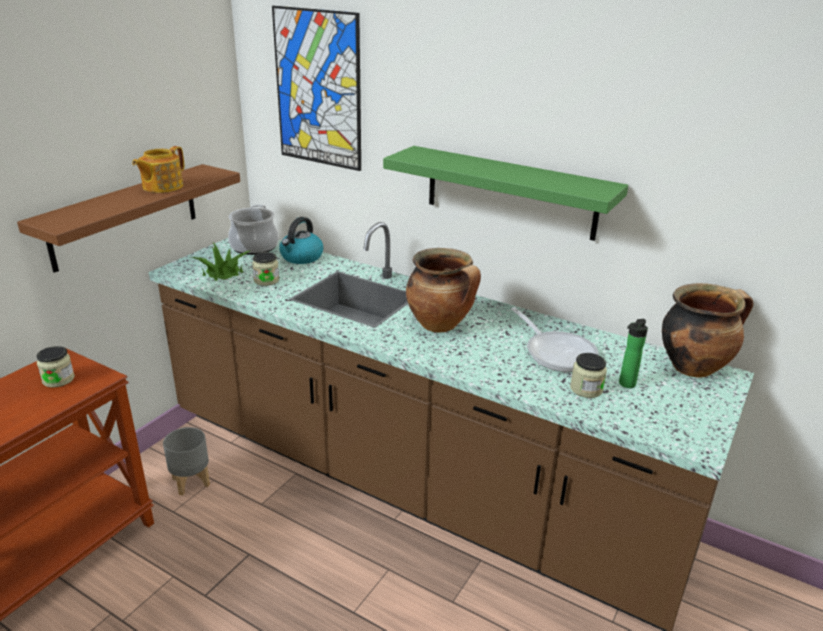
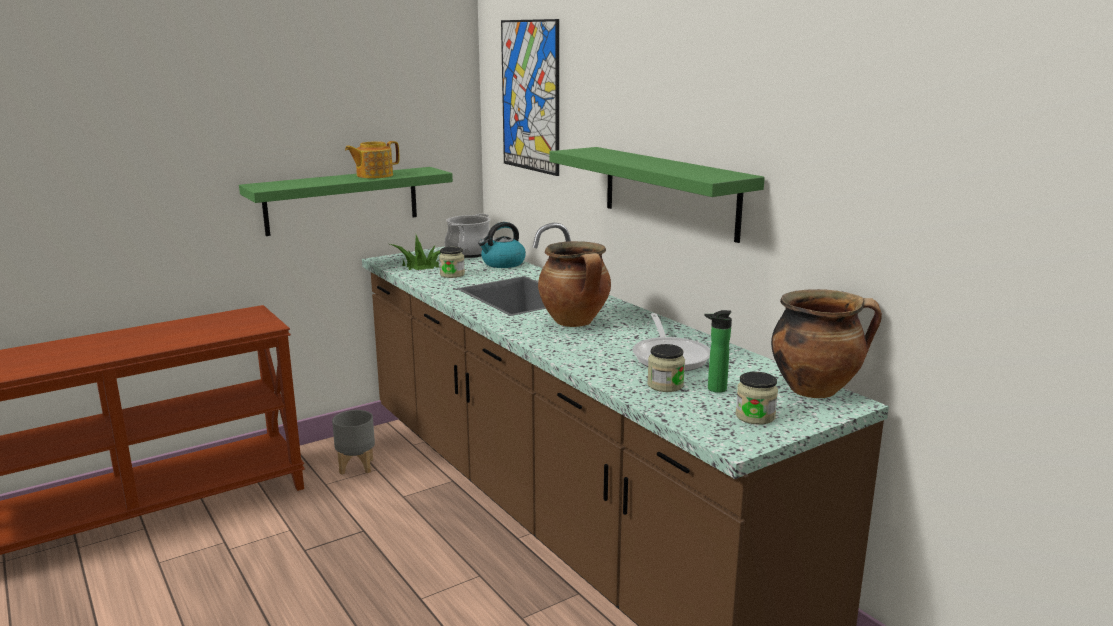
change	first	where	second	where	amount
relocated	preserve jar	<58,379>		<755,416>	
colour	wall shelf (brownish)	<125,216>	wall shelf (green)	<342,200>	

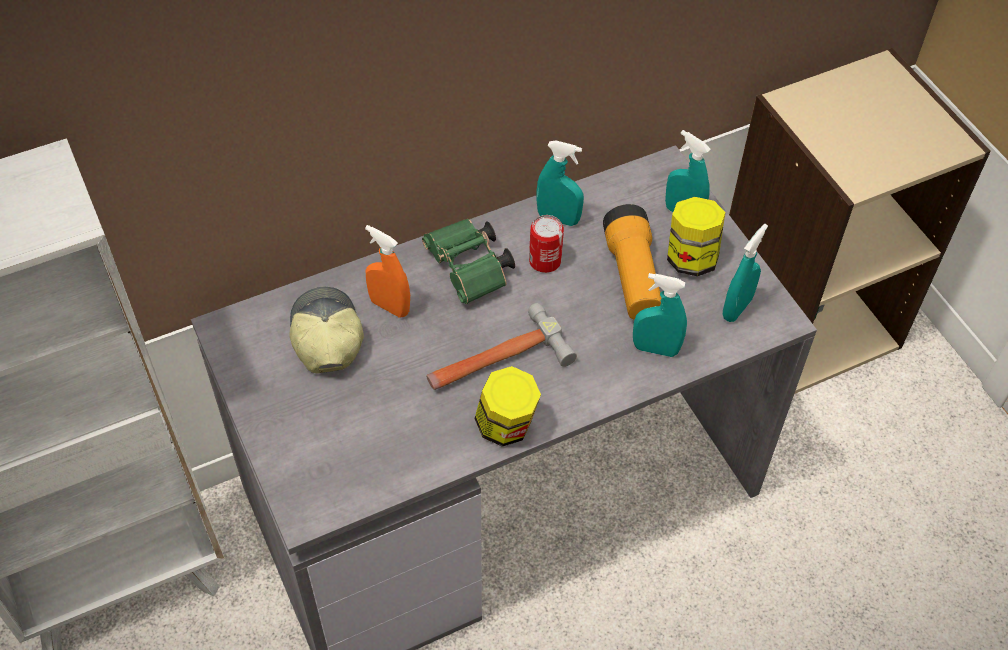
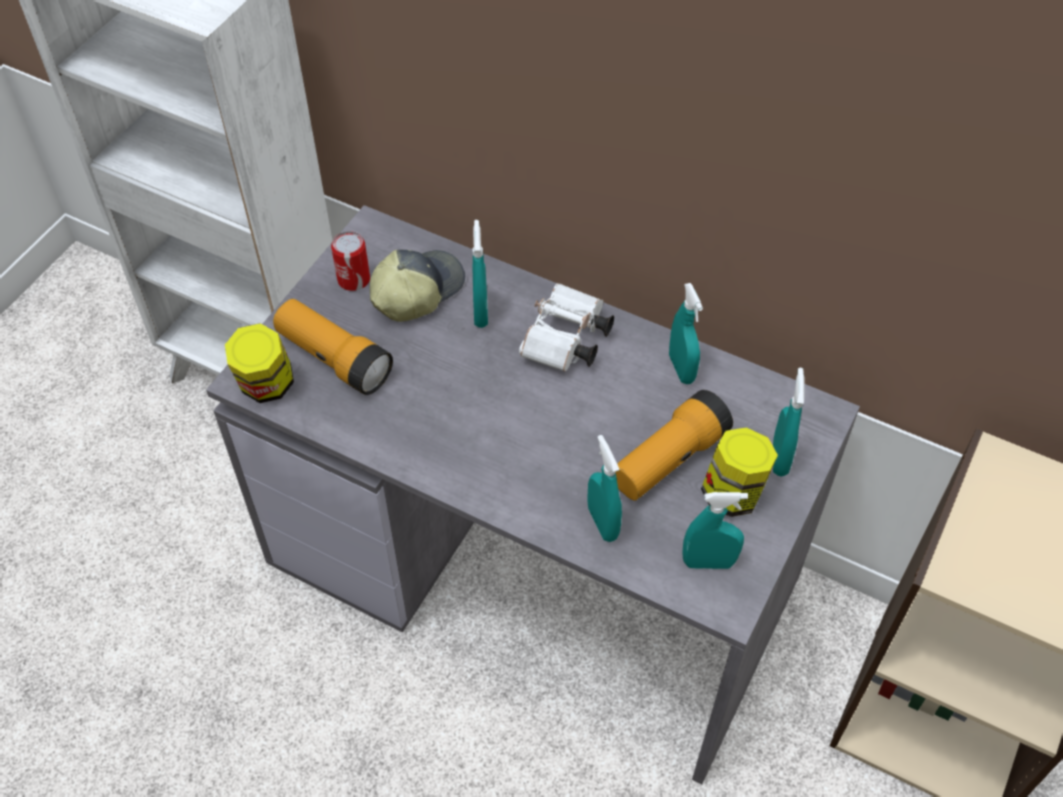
change	first	where	second	where	amount
missing	hammer	<495,362>			
appeared			flashlight	<334,359>	
relocated	preserve jar	<506,427>		<266,386>	
relocated	can	<545,261>		<354,279>	
colour	hand sprayer (orange)	<389,306>	hand sprayer (turquoise-coloured)	<480,312>	
colour	field glasses (green)	<470,271>	field glasses (white)	<565,342>	

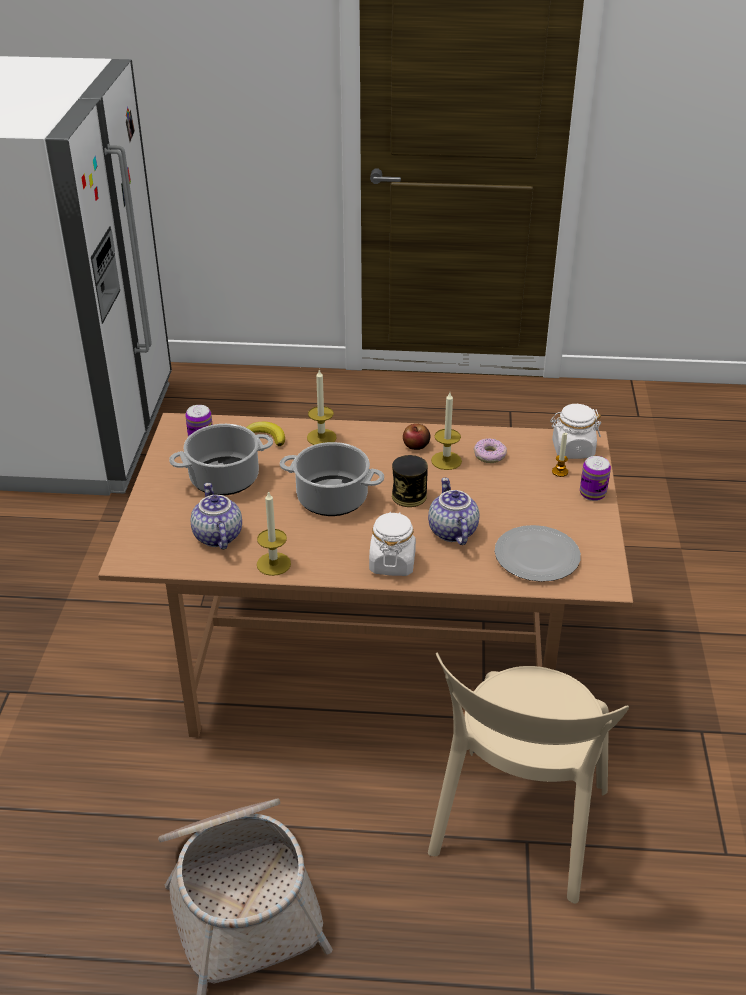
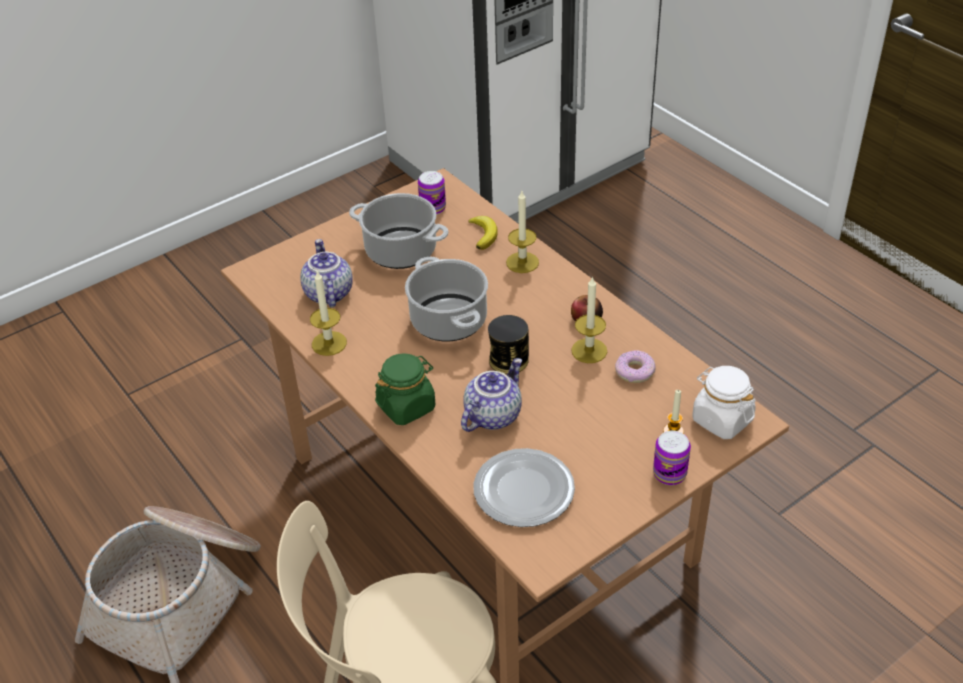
change	first	where	second	where	amount
colour	preserve jar (white)	<392,563>	preserve jar (green)	<406,406>	
spun	tea pot	<216,536>		<327,293>	45 degrees counterclockwise

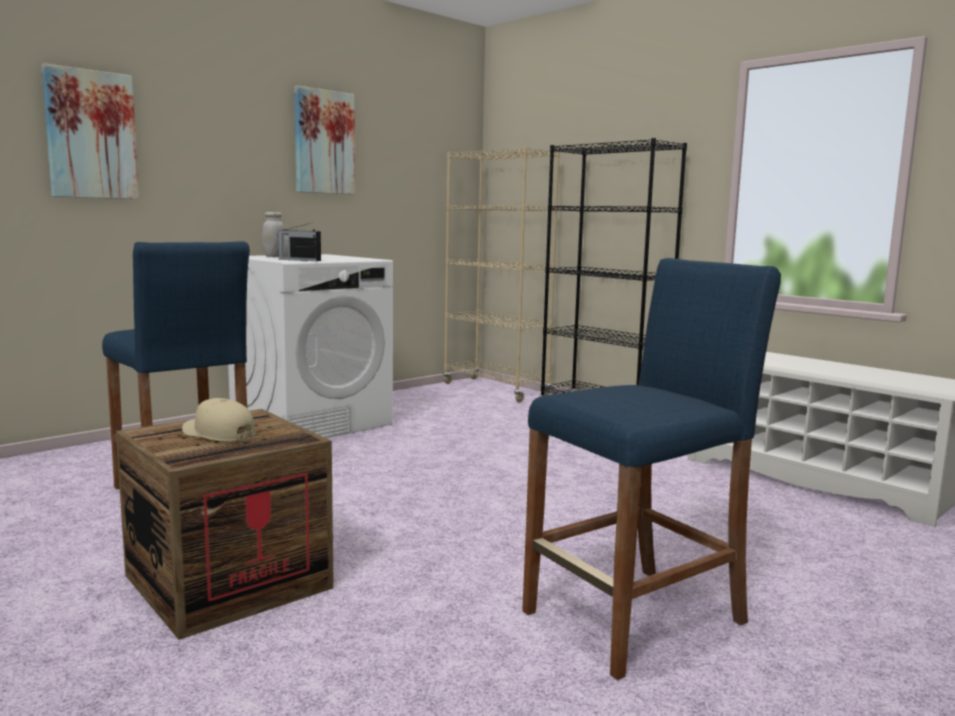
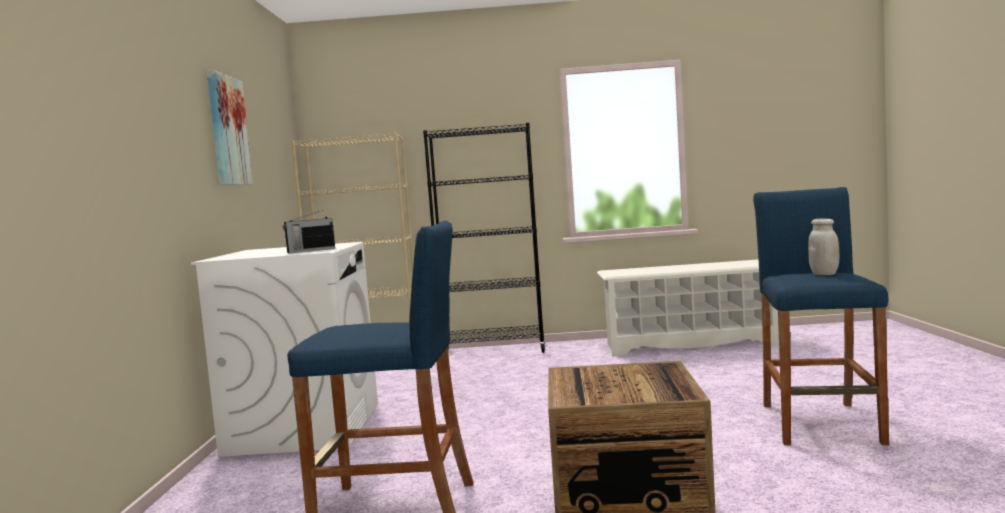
change	first	where	second	where	amount
missing	wall picture	<91,135>			
missing	cap (beige)	<218,433>			
relocated	preserve jar (white)	<274,256>		<824,274>	

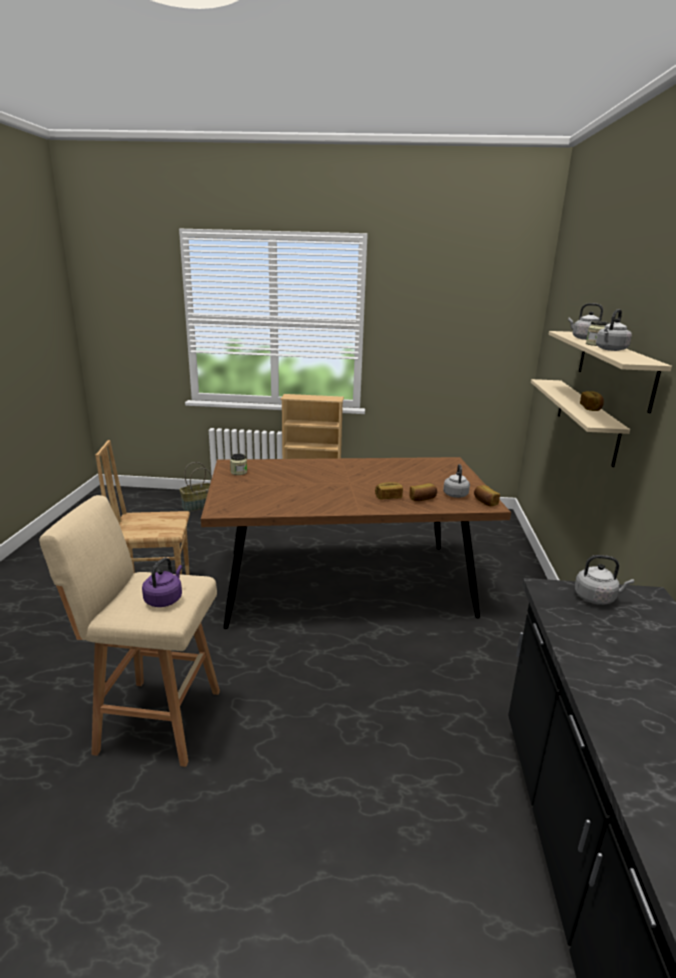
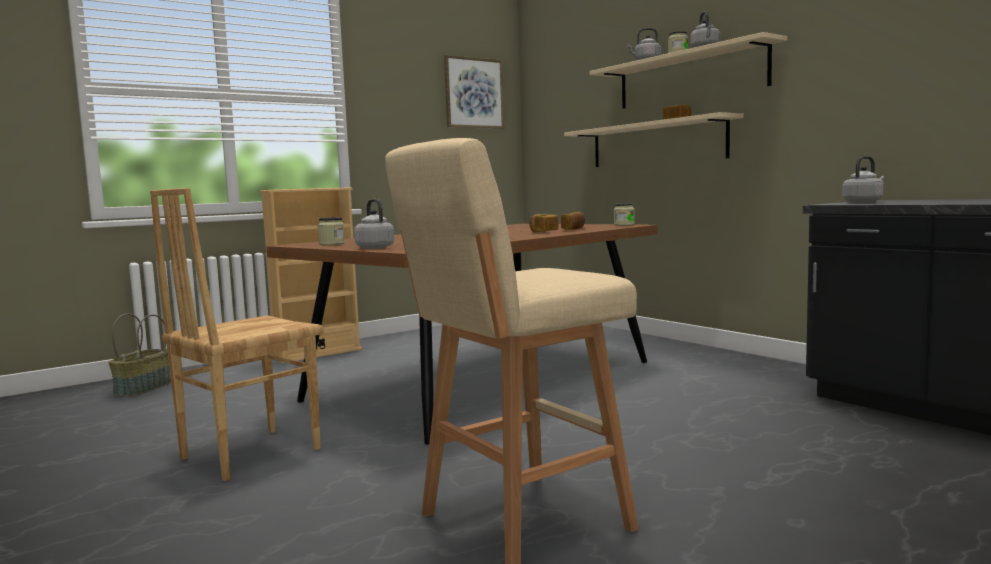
change	first	where	second	where	amount
missing	water kettle (purplish)	<165,599>			
appeared			wall picture	<474,93>	
relocated	water kettle (grey)	<455,494>		<374,248>	
exchanged	bakery bread	<485,502>	preserve jar	<624,225>	

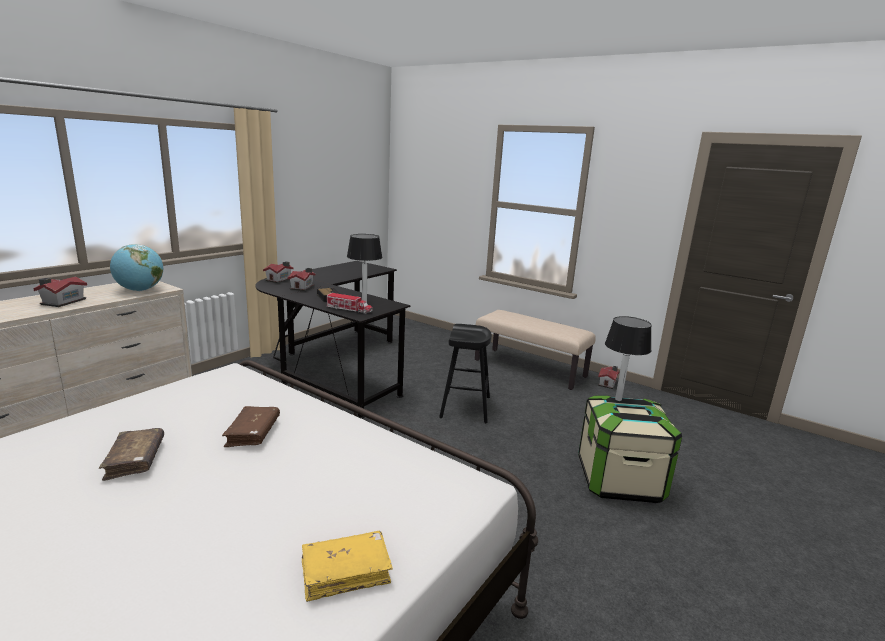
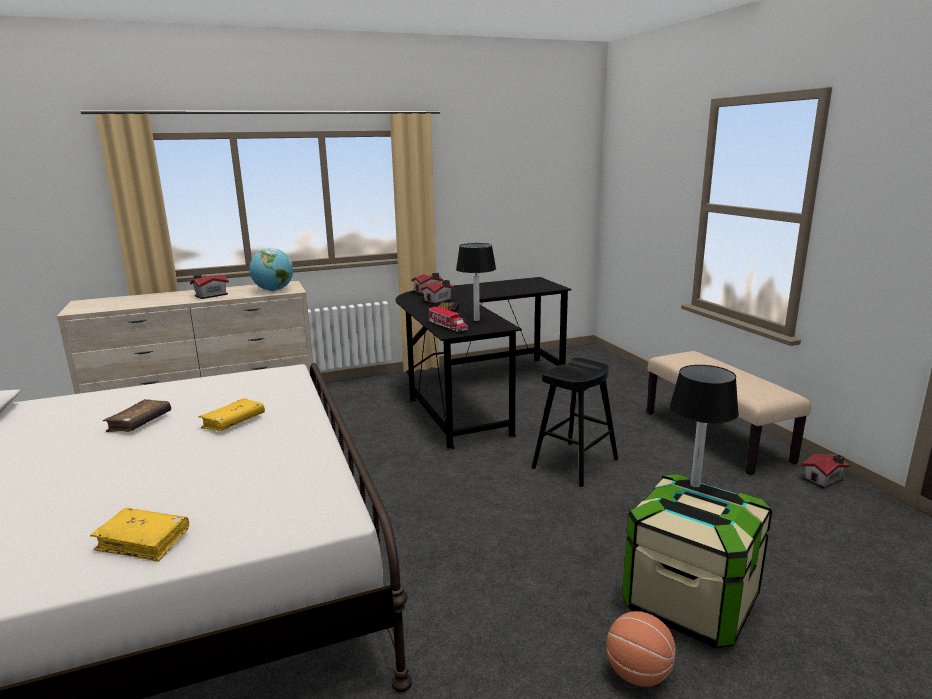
change	first	where	second	where	amount
appeared			basketball	<638,674>	
colour	book (brownish)	<253,433>	book (yellow)	<233,422>	

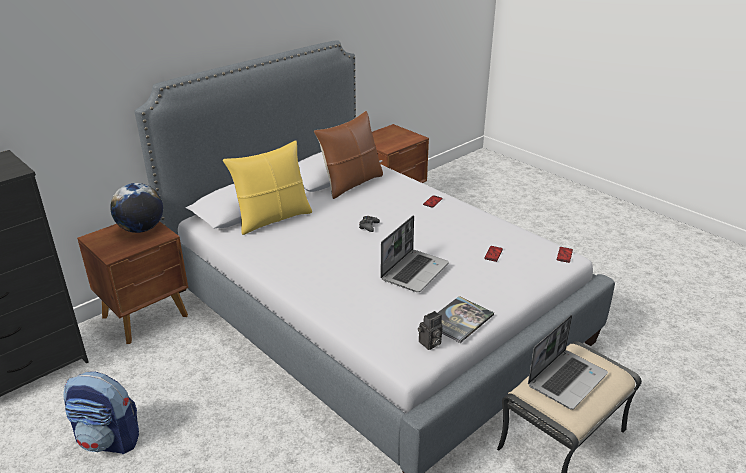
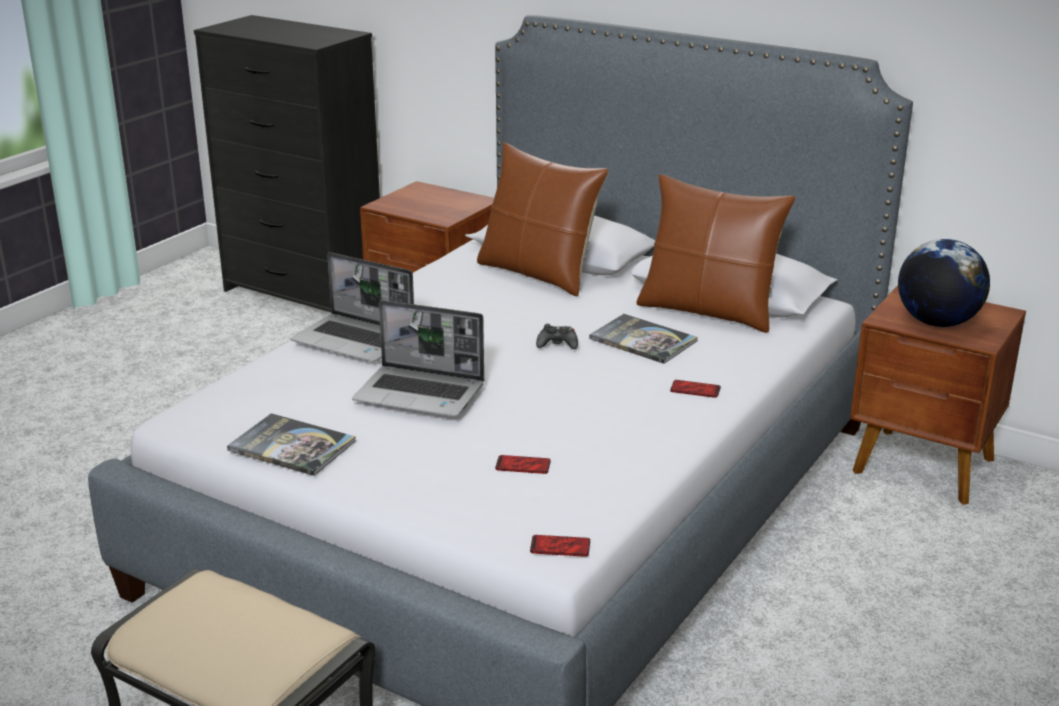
change	first	where	second	where	amount
missing	rucksack	<109,440>			
missing	still camera	<429,344>			
appeared			book	<643,340>	
relocated	world globe	<141,229>		<937,322>	
relocated	laptop	<566,379>		<355,340>	
colour	pillow (yellow)	<272,219>	pillow (brownish)	<538,274>	

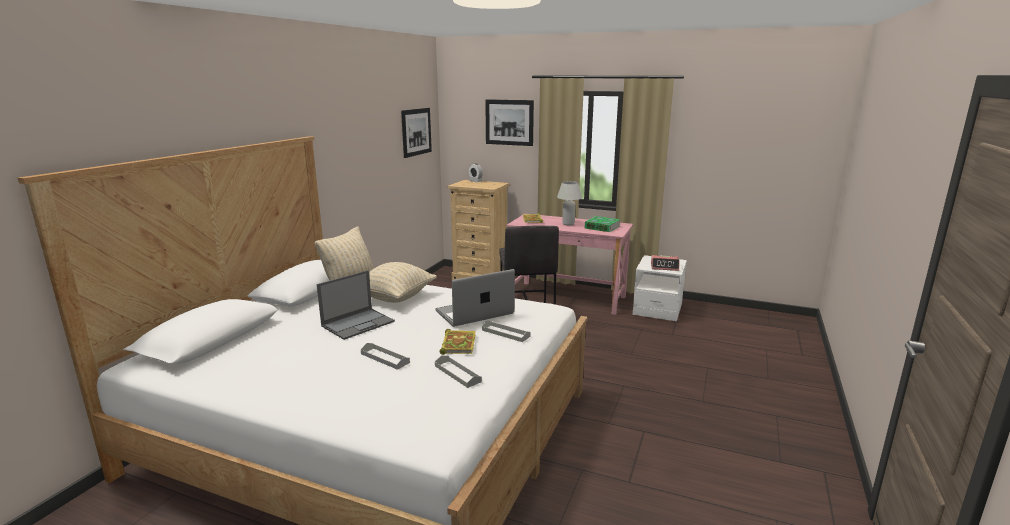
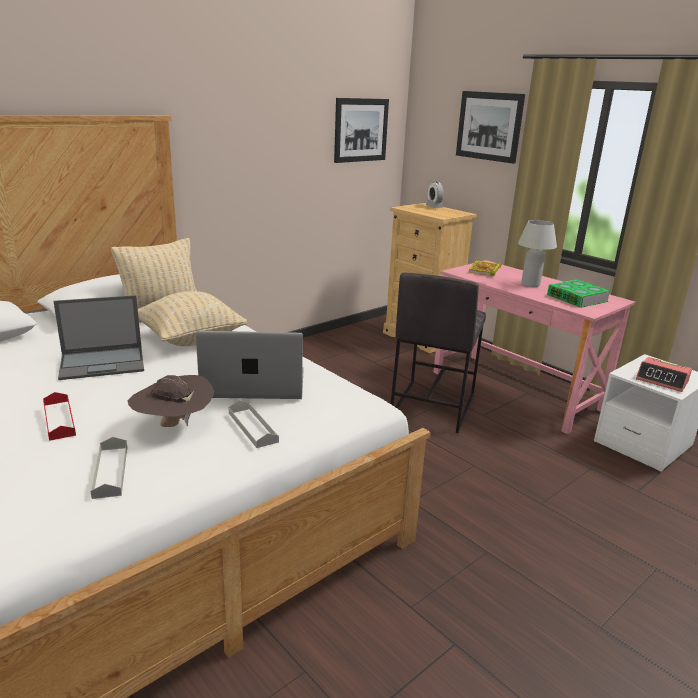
change	first	where	second	where	amount
exchanged	book	<458,344>	hat (brownish)	<173,425>	
colour	carrying tray (grey)	<385,358>	carrying tray (reddish)	<59,419>	

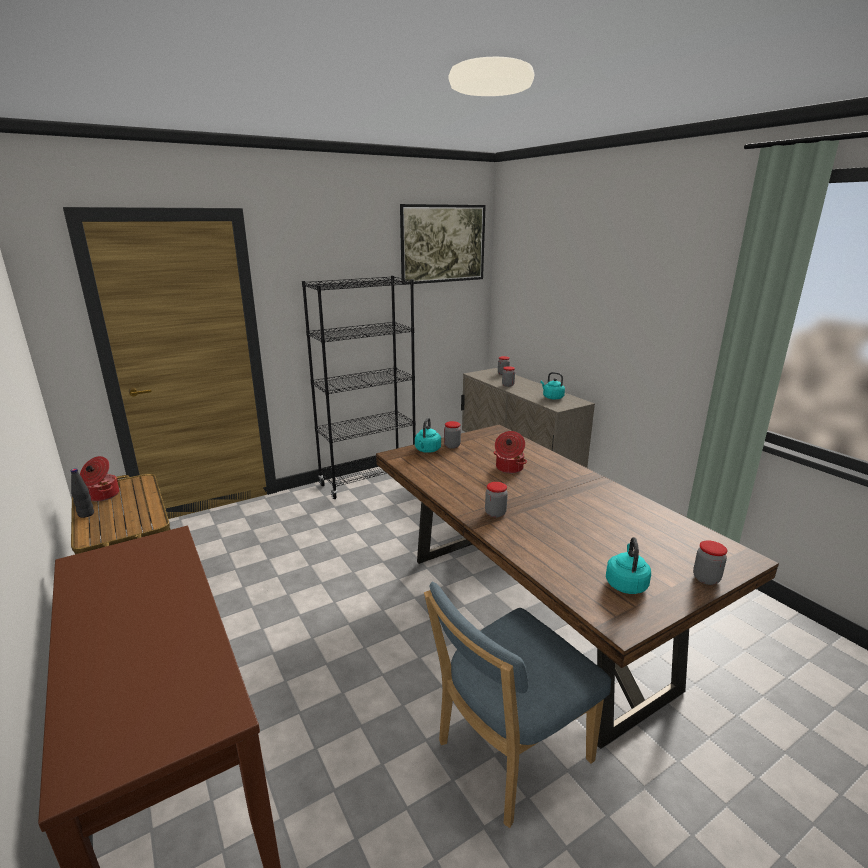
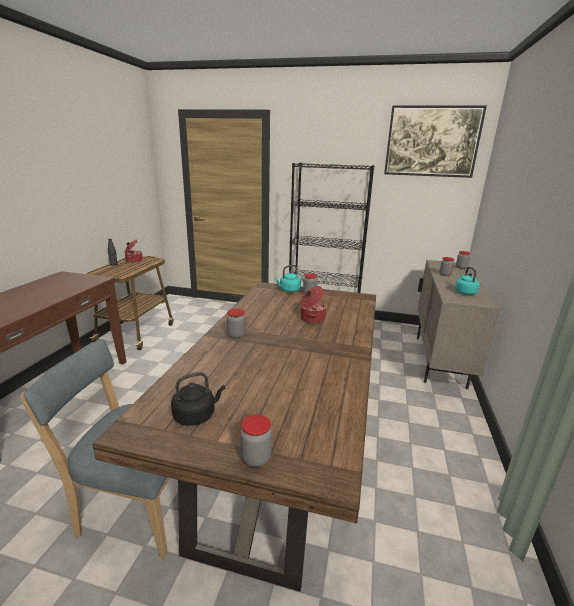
change	first	where	second	where	amount
colour	water kettle (turquoise-coloured)	<626,583>	water kettle (black-coloured)	<196,415>	

